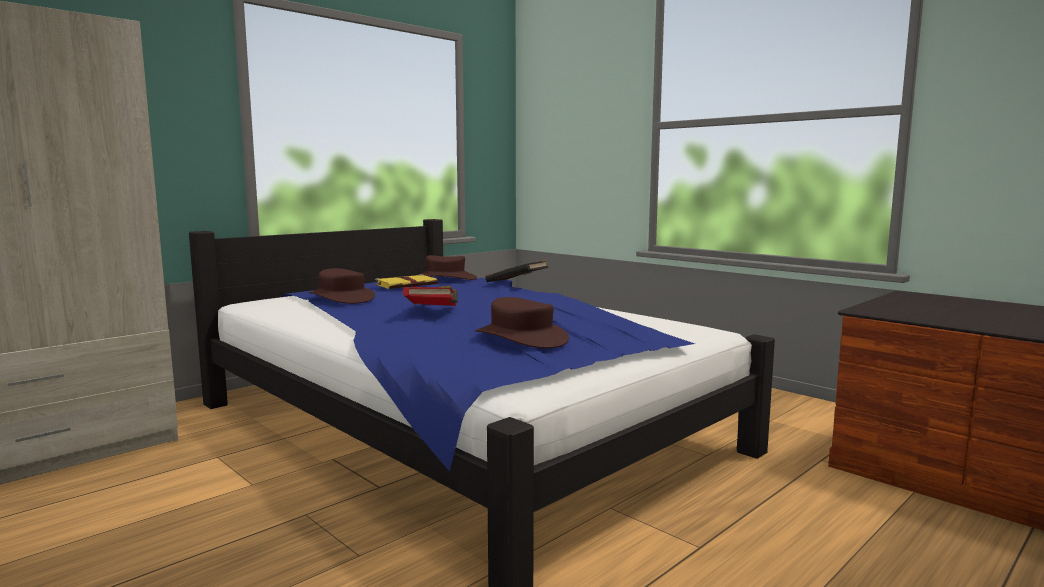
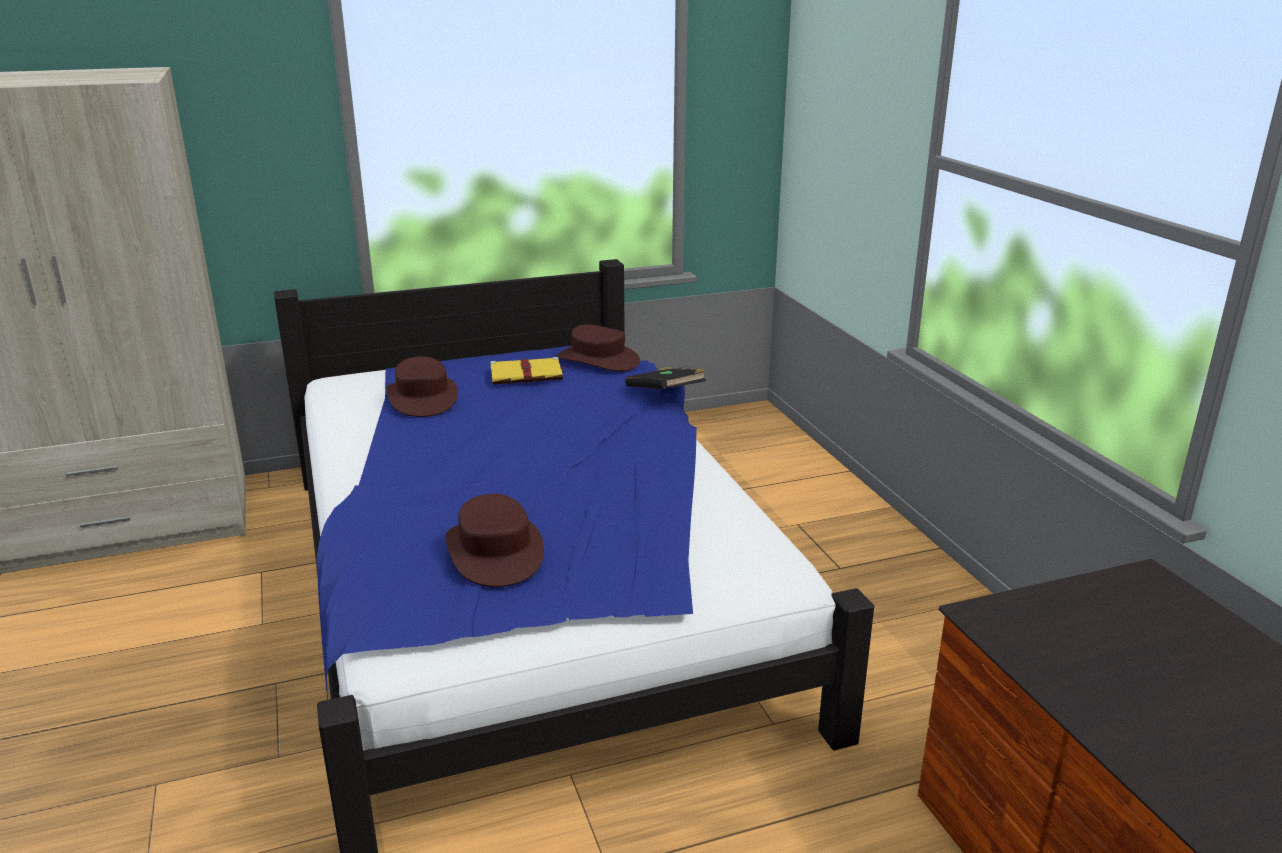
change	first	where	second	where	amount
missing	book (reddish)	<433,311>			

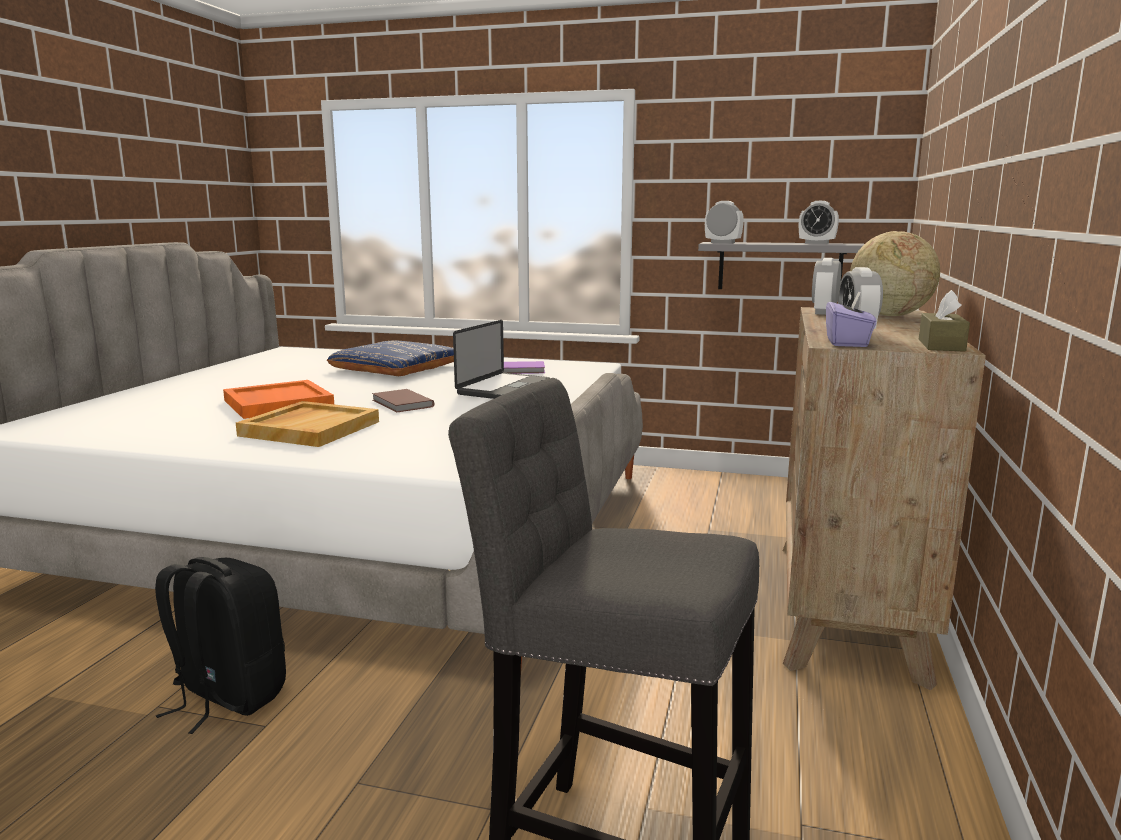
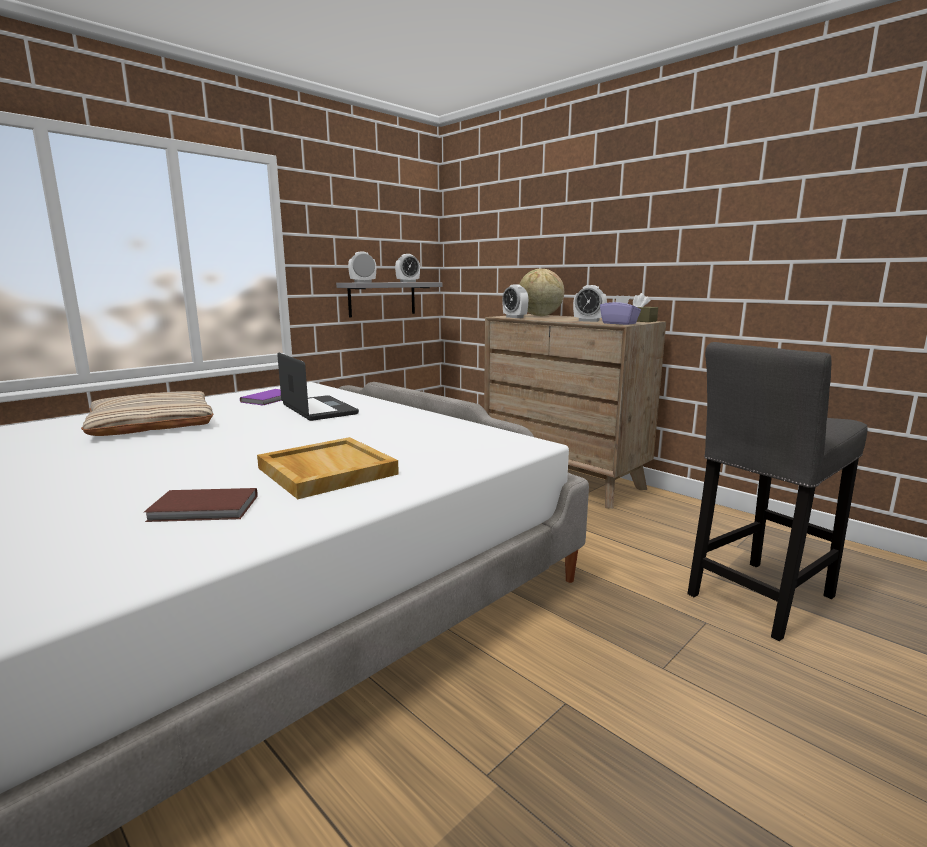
change	first	where	second	where	amount
missing	rucksack (black-coloured)	<227,697>			
missing	carrying tray (orange)	<277,403>			
relocated	book (brownish)	<401,403>		<205,509>	
colour	pillow (blue-coloured)	<395,368>	pillow (beige)	<152,423>	

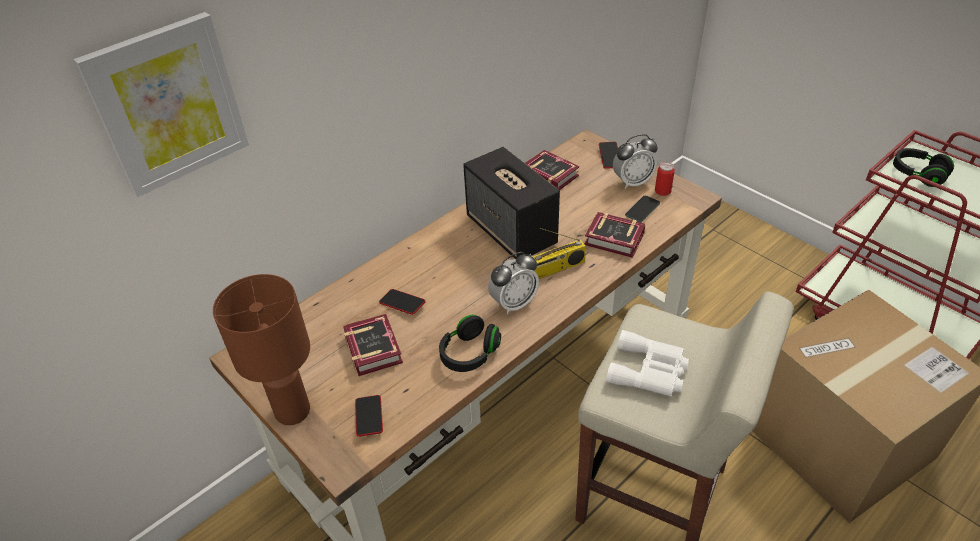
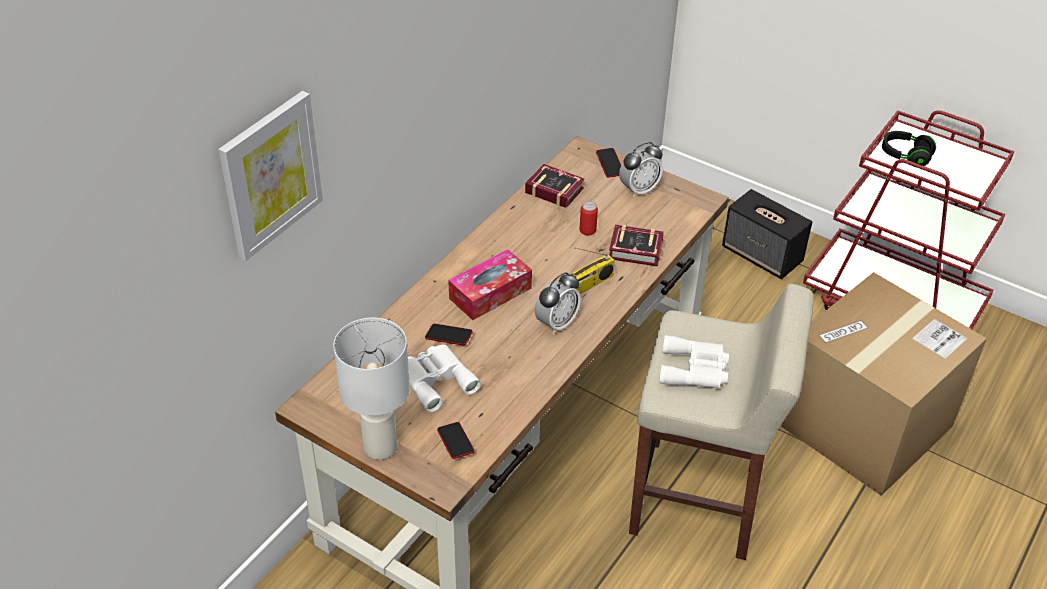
change	first	where	second	where	amount
missing	headphones (black-coloured)	<469,354>			
missing	handset	<642,209>			
appeared			tissue box	<490,293>	
relocated	speaker	<512,231>		<763,255>	
relocated	can	<662,191>		<587,230>	
exchanged	book	<374,346>	field glasses (white)	<436,380>	
colour	lamp for a table (brownish)	<291,411>	lamp for a table (white)	<380,448>	

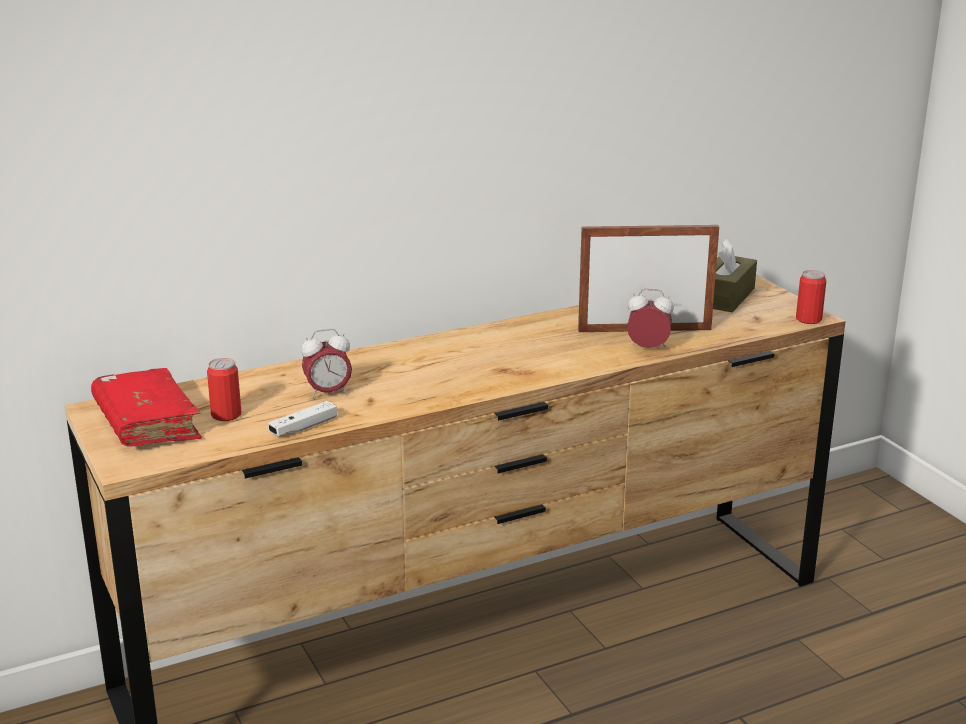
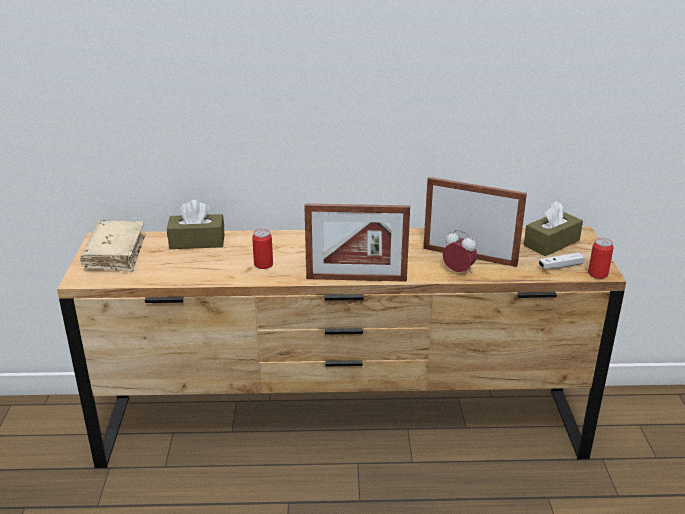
change	first	where	second	where	amount
missing	bedside clock	<328,393>			
appeared			tissue box (brownish)	<197,241>	
appeared			photo frame	<356,279>	
relocated	can	<226,415>		<263,264>	
relocated	joypad (white)	<303,427>		<560,266>	
colour	book (reddish)	<147,423>	book (beige)	<115,254>	

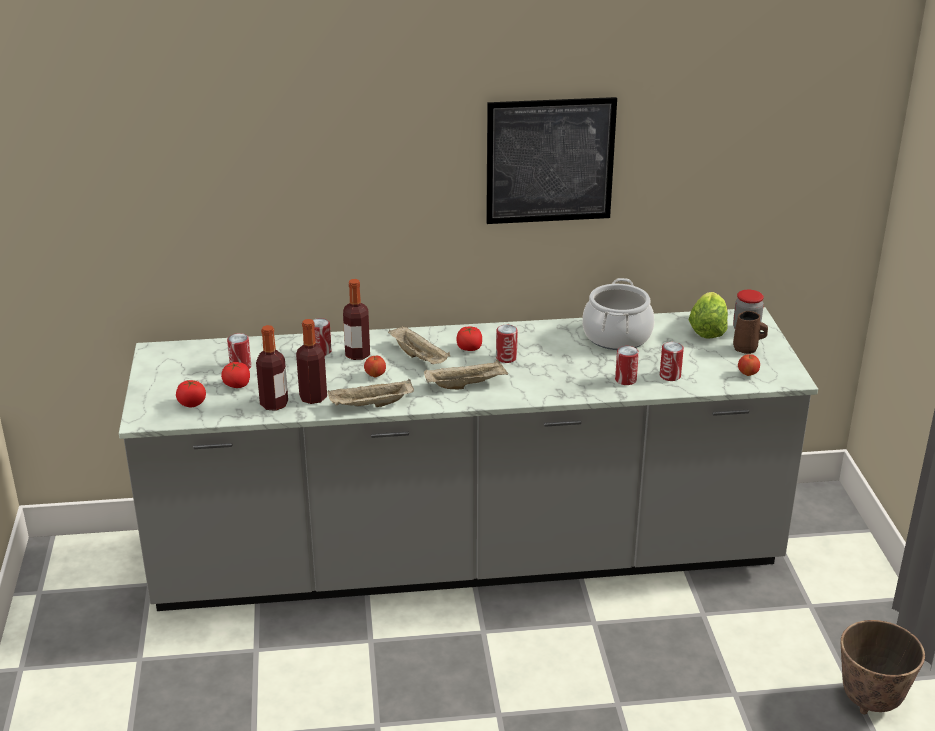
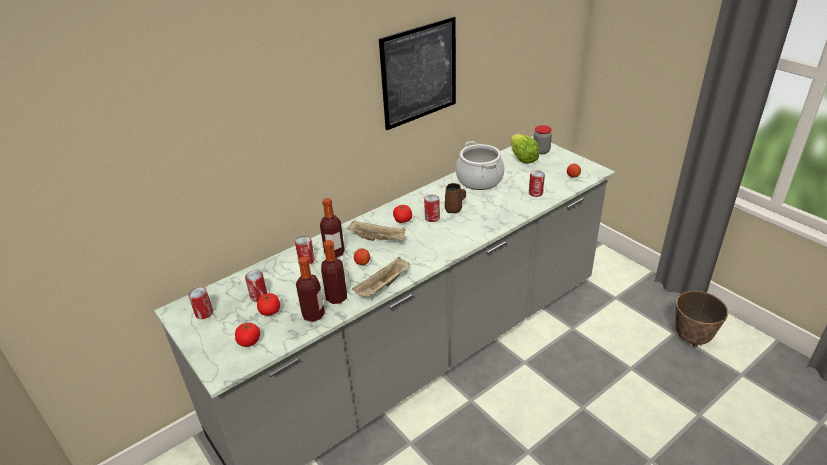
change	first	where	second	where	amount
missing	carrying tray (beige)	<466,385>			
relocated	can	<625,380>		<204,313>	
relocated	mug (brownish)	<746,349>		<454,209>	

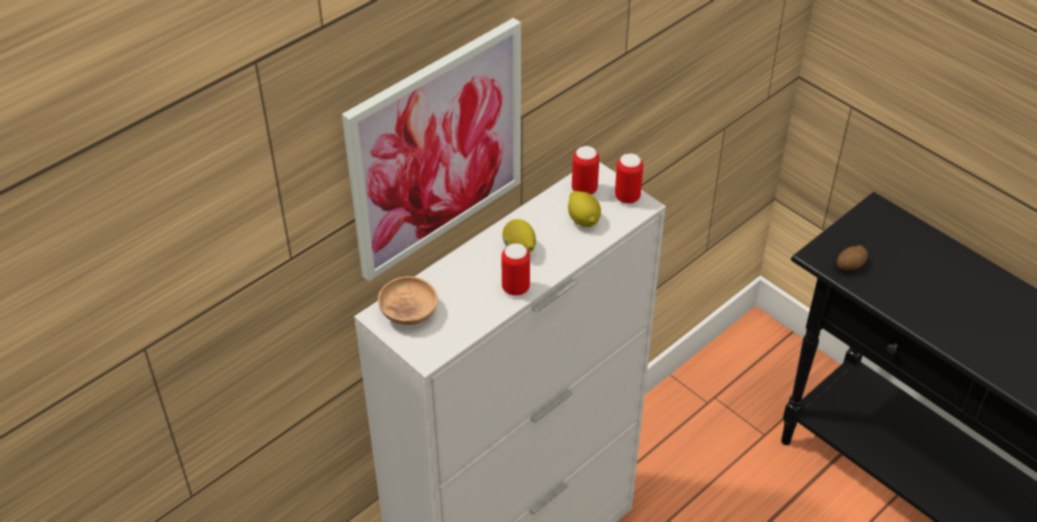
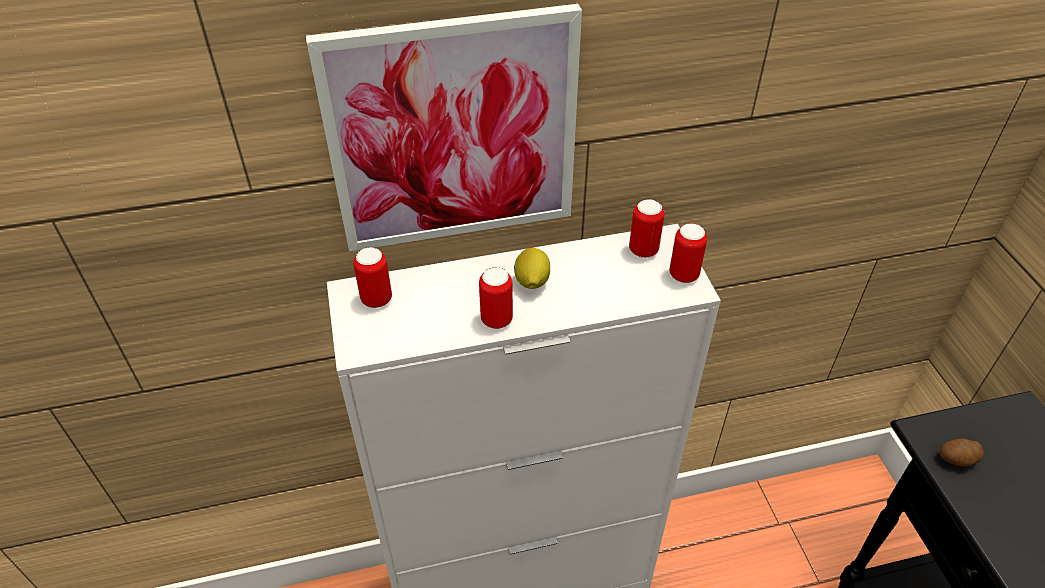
change	first	where	second	where	amount
missing	whole lemon	<583,220>			
exchanged	serving bowl (brownish)	<409,312>	can	<376,299>	

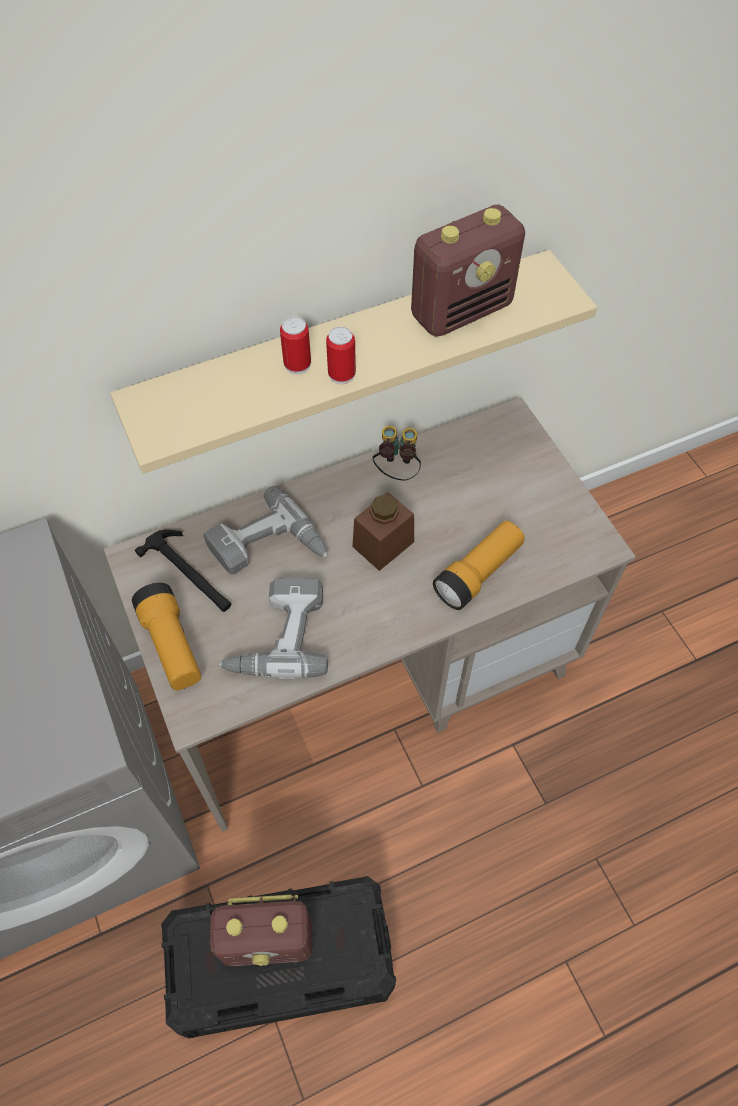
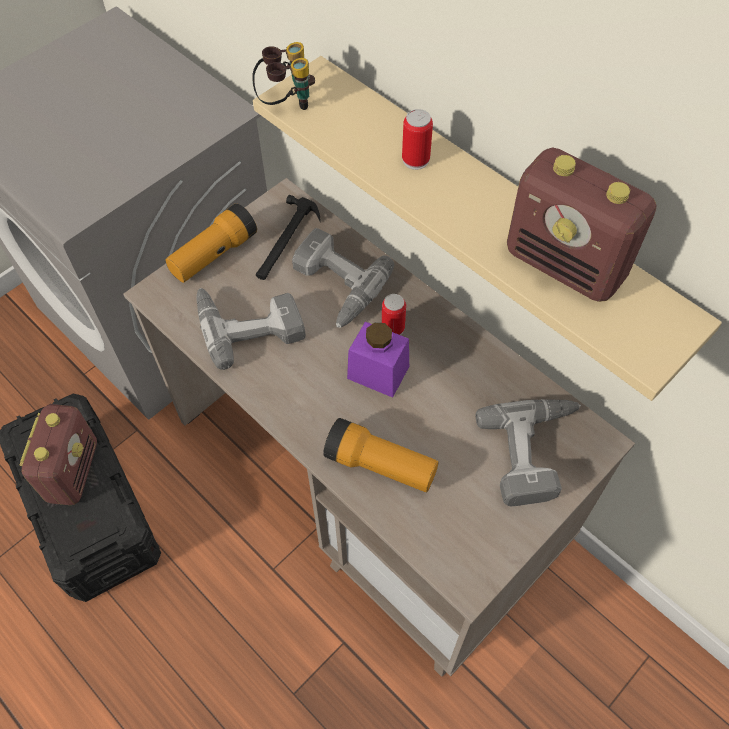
change	first	where	second	where	amount
appeared			power drill	<536,453>	
relocated	can	<341,374>		<393,328>	
relocated	field glasses	<396,471>		<286,103>	
colour	preserve jar (brownish)	<383,544>	preserve jar (purplish)	<378,372>	
spun	radio set	<268,940>		<73,470>	150 degrees counterclockwise

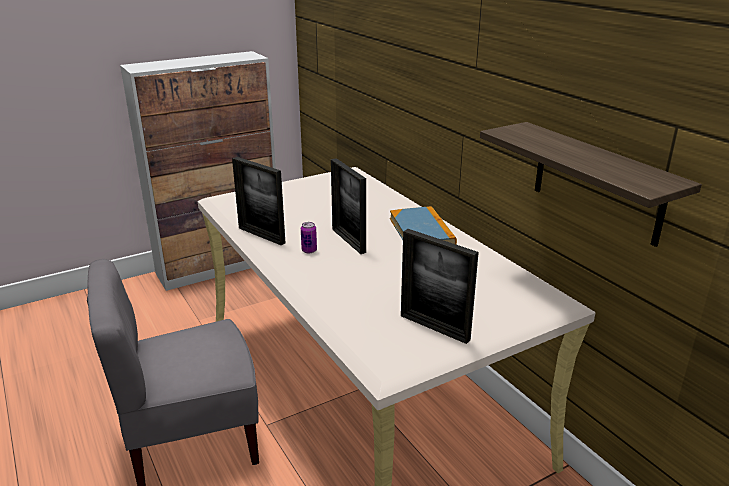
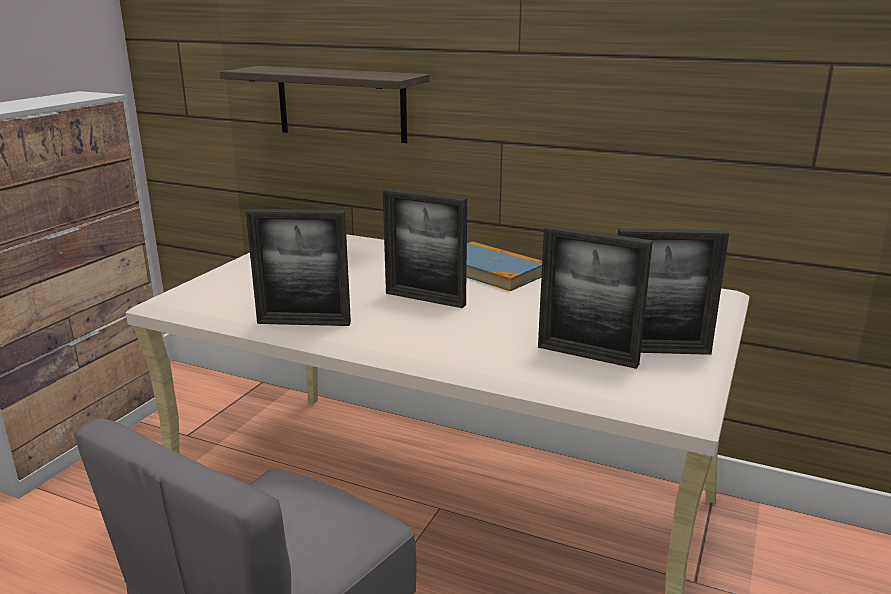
change	first	where	second	where	amount
missing	can	<309,250>			
appeared			photo frame	<587,355>	
relocated	wall shelf	<597,182>		<341,104>	

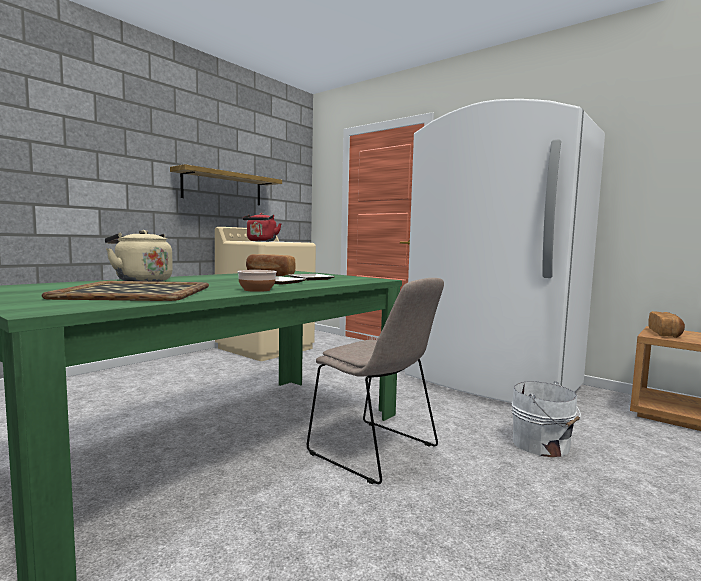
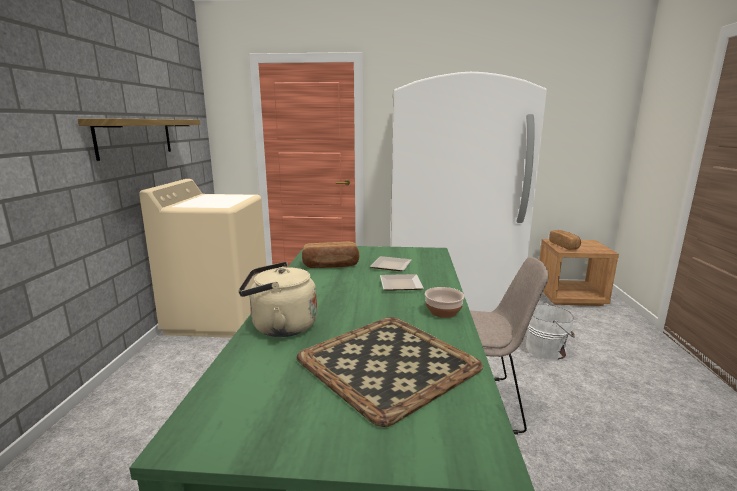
change	first	where	second	where	amount
missing	water kettle (reddish)	<261,241>			

